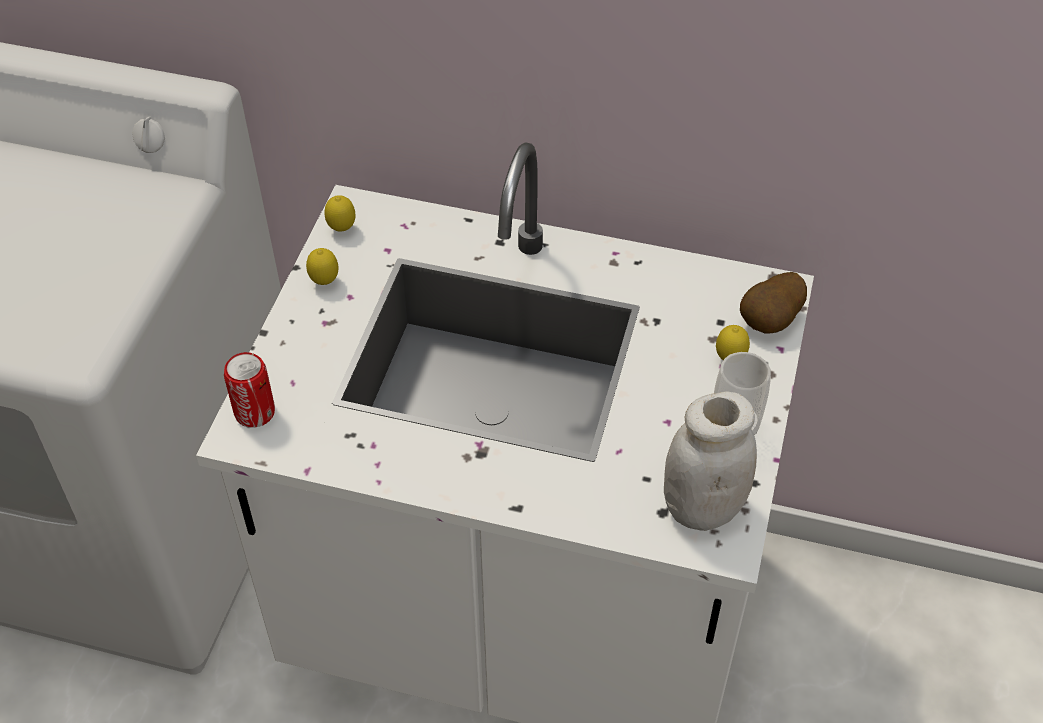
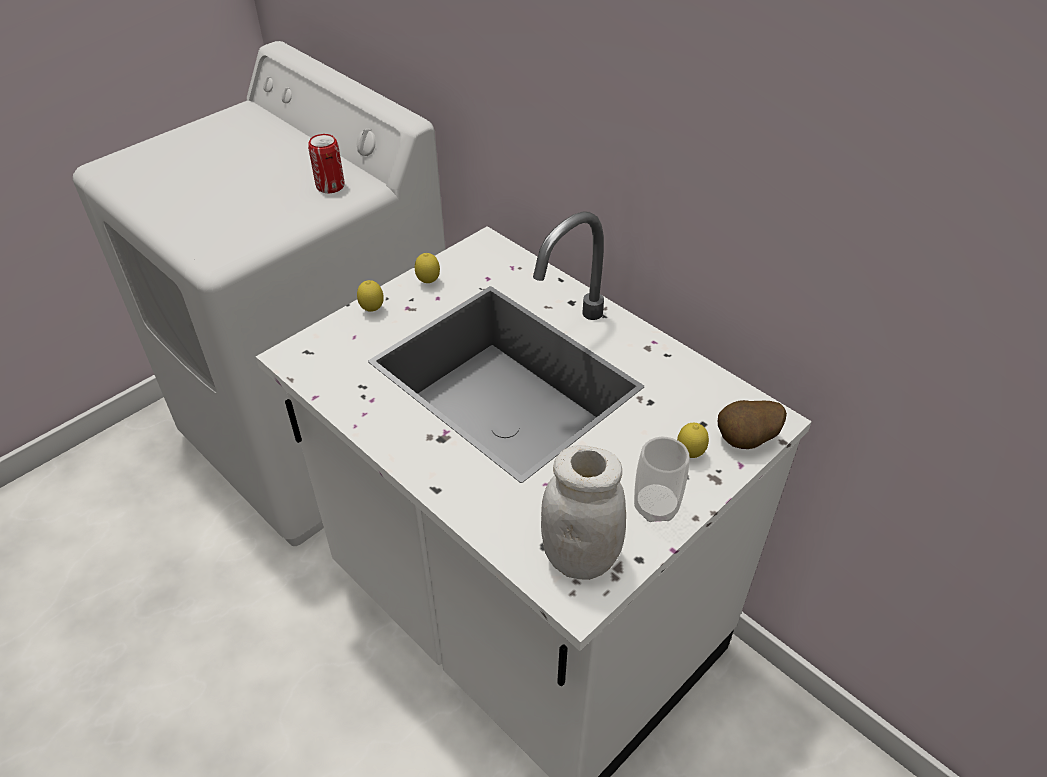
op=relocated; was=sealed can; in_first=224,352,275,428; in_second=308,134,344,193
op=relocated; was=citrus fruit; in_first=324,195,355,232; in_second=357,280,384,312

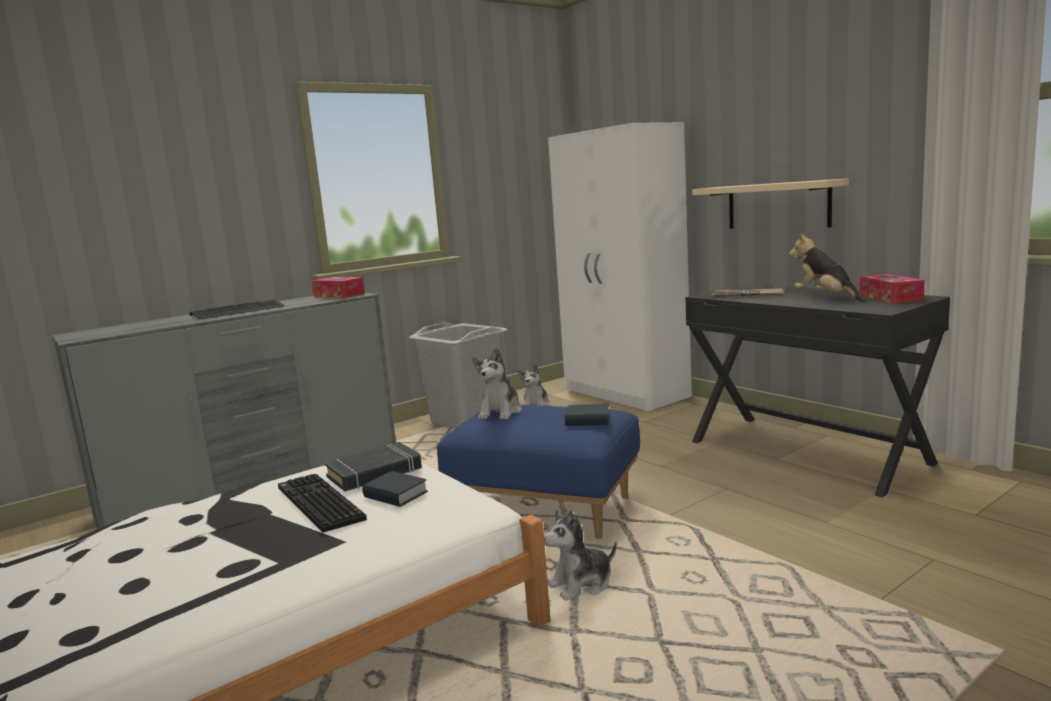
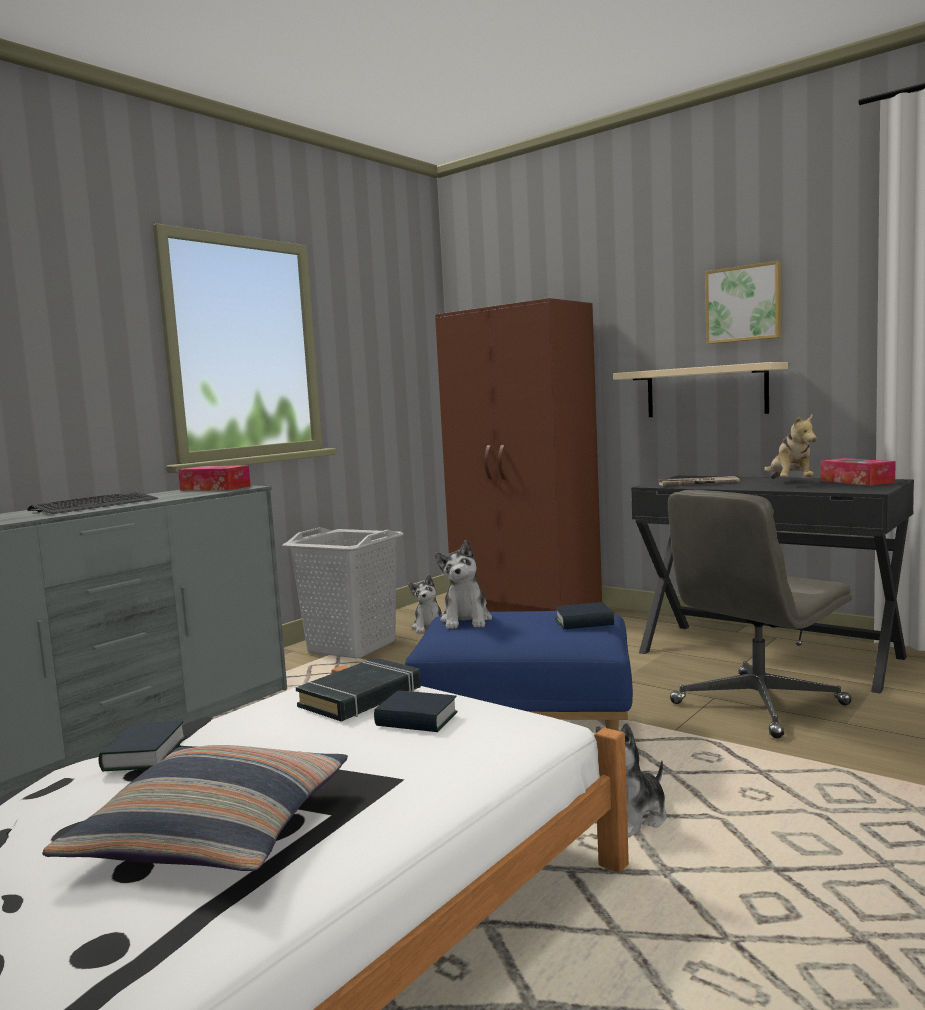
op=missing; was=PC keyboard; in_first=278,474,367,532
op=appeared; now=cushion; in_second=42,745,348,871
op=appeared; now=volume; in_second=98,721,187,771
op=appeared; now=greyish office chair; in_second=668,490,852,738
op=appeared; now=wall picture; in_second=705,261,781,344
op=colour; was=whitish wardrobe; now=brown-coloured wardrobe; in_first=548,122,692,412; in_second=435,298,602,612
op=spun; was=cuddly toy; in_first=789,234,867,302; in_second=764,414,817,479; clockwise=-135

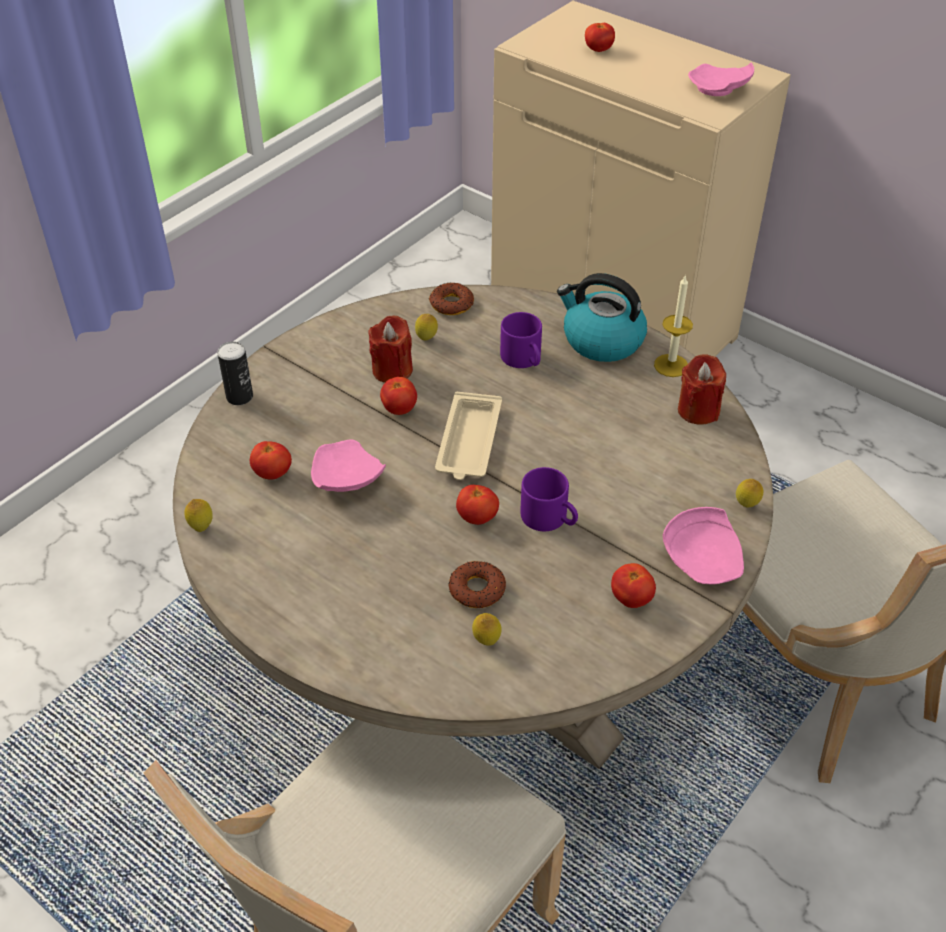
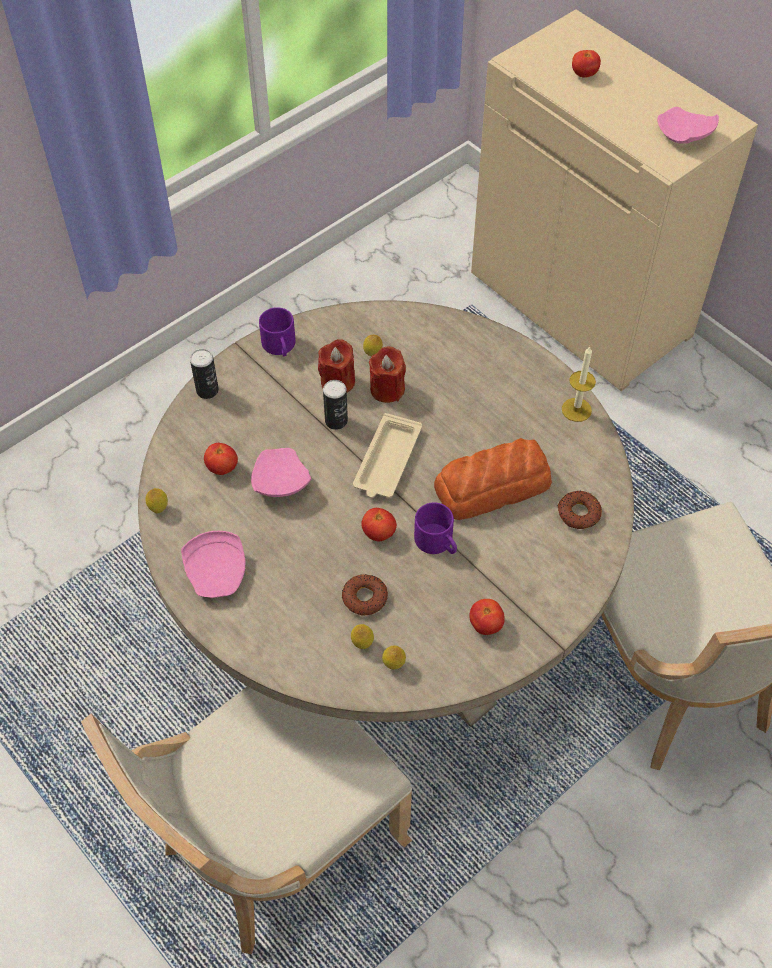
op=missing; was=tea kettle; in_first=557,273,647,362
op=appeared; now=bakery bread; in_second=434,438,552,520
op=relocated; was=donut; in_first=428,282,474,315; in_second=557,491,602,529
op=relocated; was=purple mug; in_first=500,312,542,368; in_second=259,307,296,356
op=relocated; was=pinkish dinner plate; in_first=663,507,744,584; in_second=181,531,246,598
op=relocated; was=red-coloured wax candle; in_first=678,354,726,425; in_second=369,346,406,403
op=relocated; was=citrus fruit; in_first=736,479,764,507; in_second=382,646,406,669
op=exchanged; was=whole tomato; now=sealed can; in_first=380,377,417,415; in_second=323,380,348,430

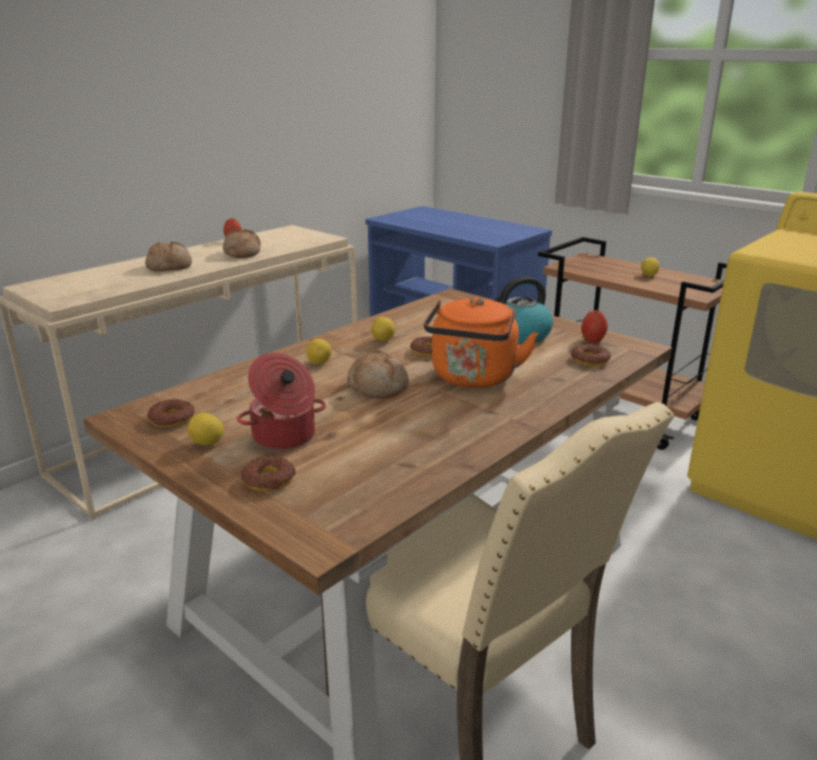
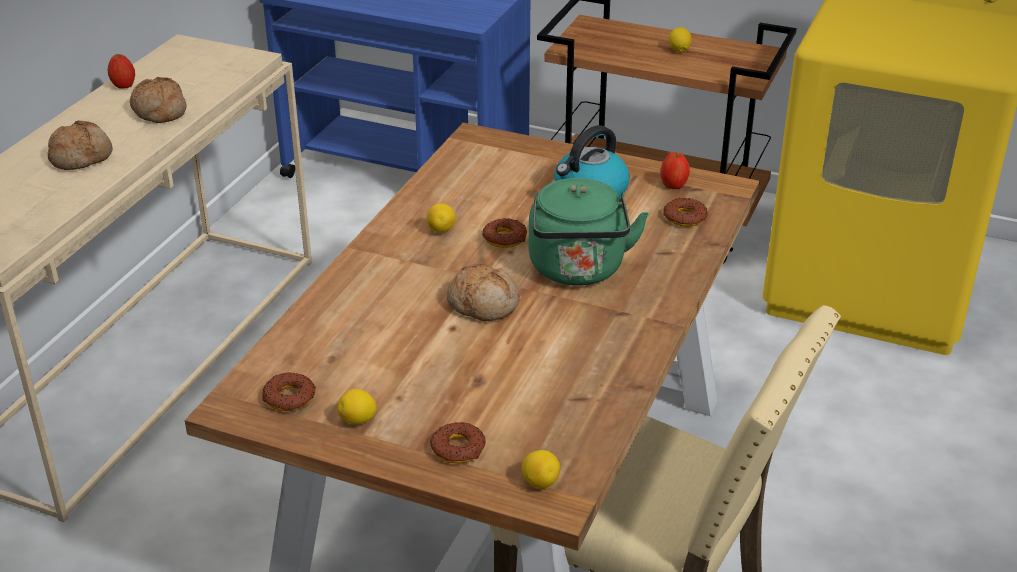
op=missing; was=cooking pot; in_first=237,353,326,450
op=relocated; was=citrus fruit; in_first=306,339,332,364; in_second=522,450,560,488
op=colour; was=orange tea kettle; now=green tea kettle; in_first=424,297,538,388; in_second=529,178,649,286

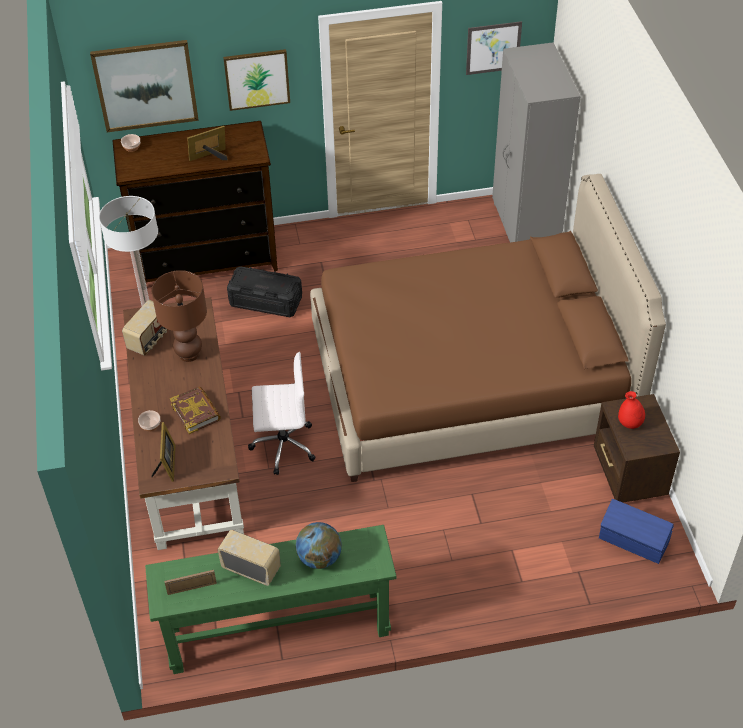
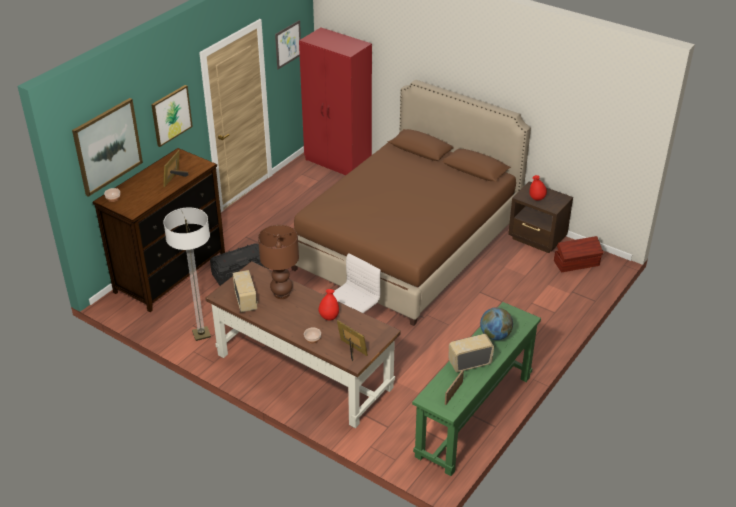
op=exchanged; was=volume; now=red-coloured vase; in_first=170,386,221,434; in_second=319,289,339,321
op=colour; was=greyish wardrobe; now=red-coloured wardrobe; in_first=492,42,581,242; in_second=299,27,372,175
op=colour; was=blue storage container; now=brown-coloured storage container; in_first=599,498,674,564; in_second=554,236,603,272

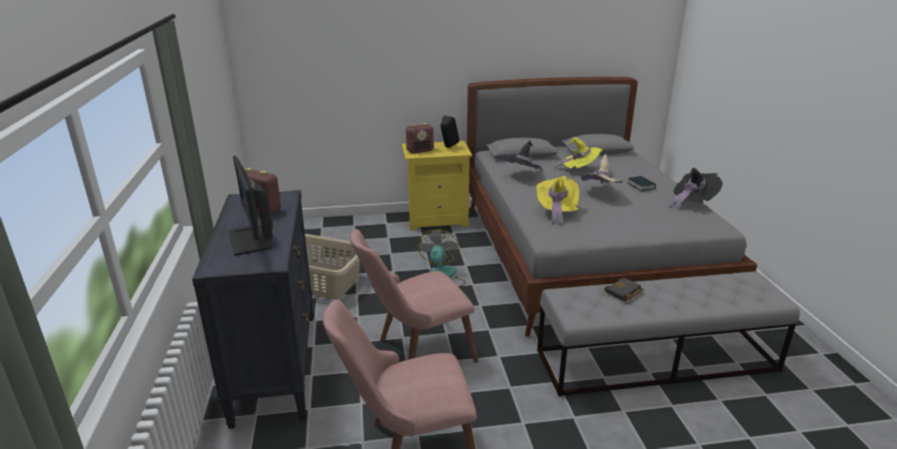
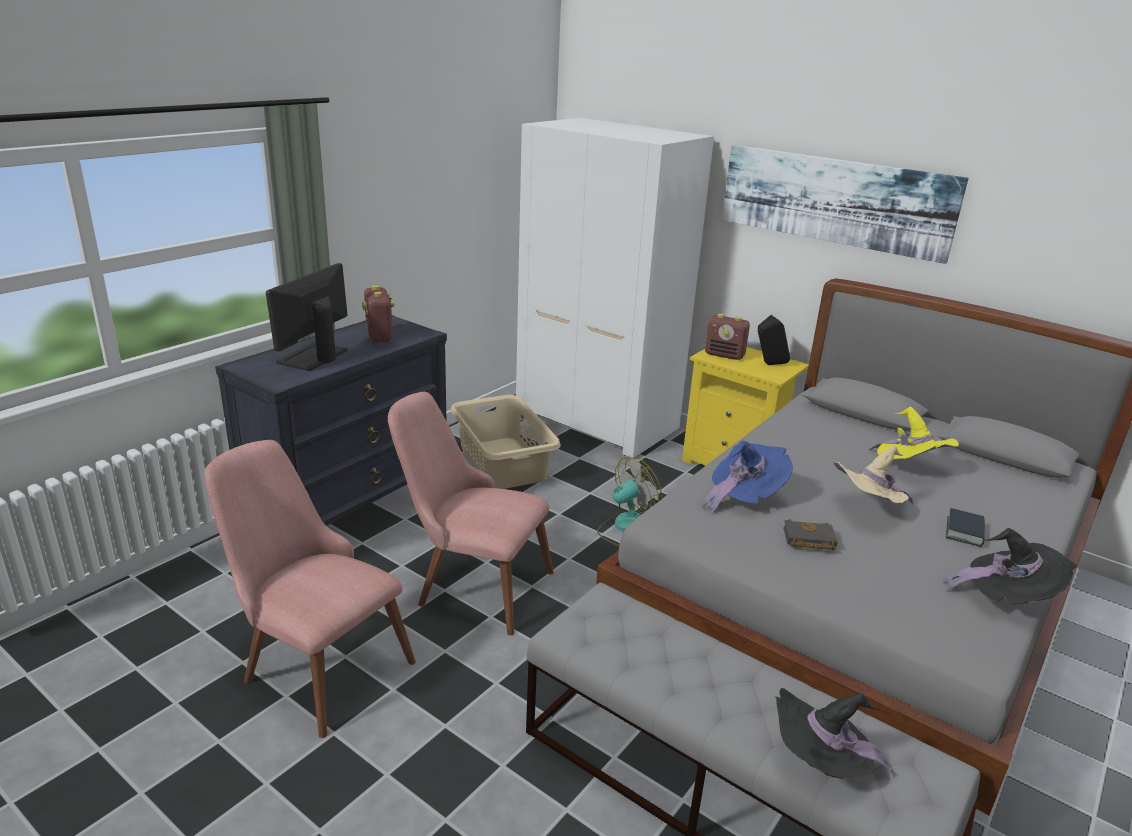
op=appeared; now=whitish wardrobe; in_second=516,118,714,459
op=appeared; now=wall picture; in_second=722,145,969,264
op=relocated; was=blackish wearable hat; in_first=502,140,542,171; in_second=775,688,895,780
op=relocated; was=blackish volume; in_first=604,278,643,301; in_second=783,519,838,550
op=colour; was=yellow-coloured wearable hat; now=blue wearable hat; in_first=536,176,579,226; in_second=701,440,793,514

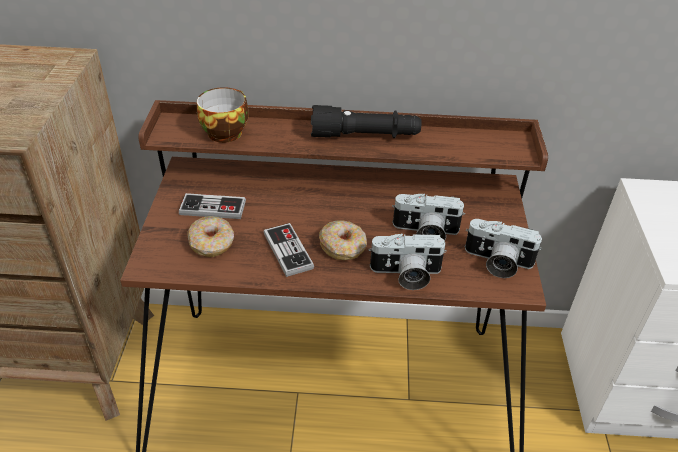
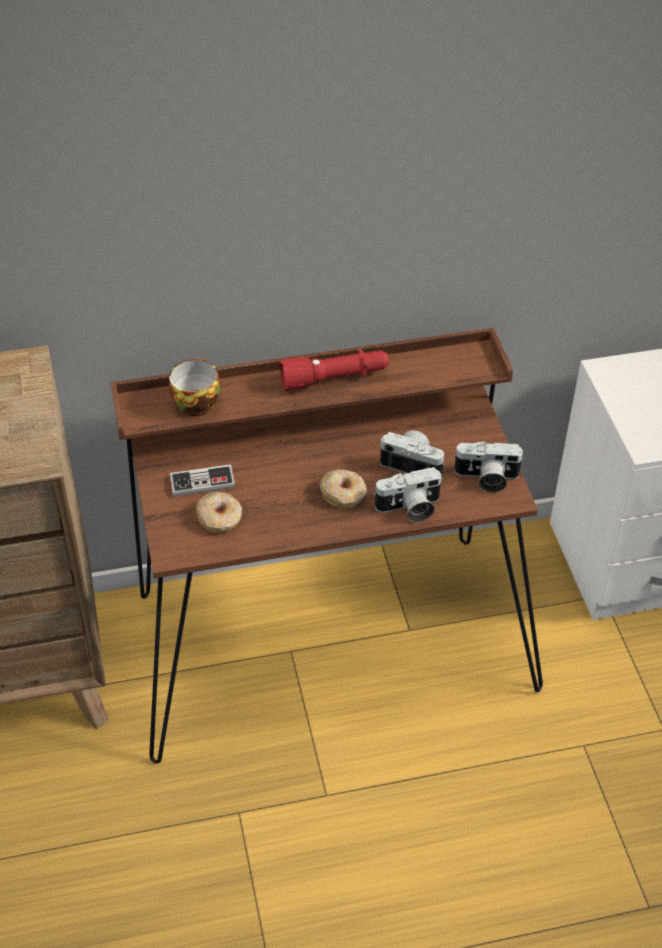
op=missing; was=game controller; in_first=264,223,314,277
op=colour; was=blackish torch; now=red-coloured torch; in_first=311,105,421,138; in_second=278,349,389,391
op=spun; was=photo camera; in_first=392,194,465,240; in_second=379,430,446,479; clockwise=-150

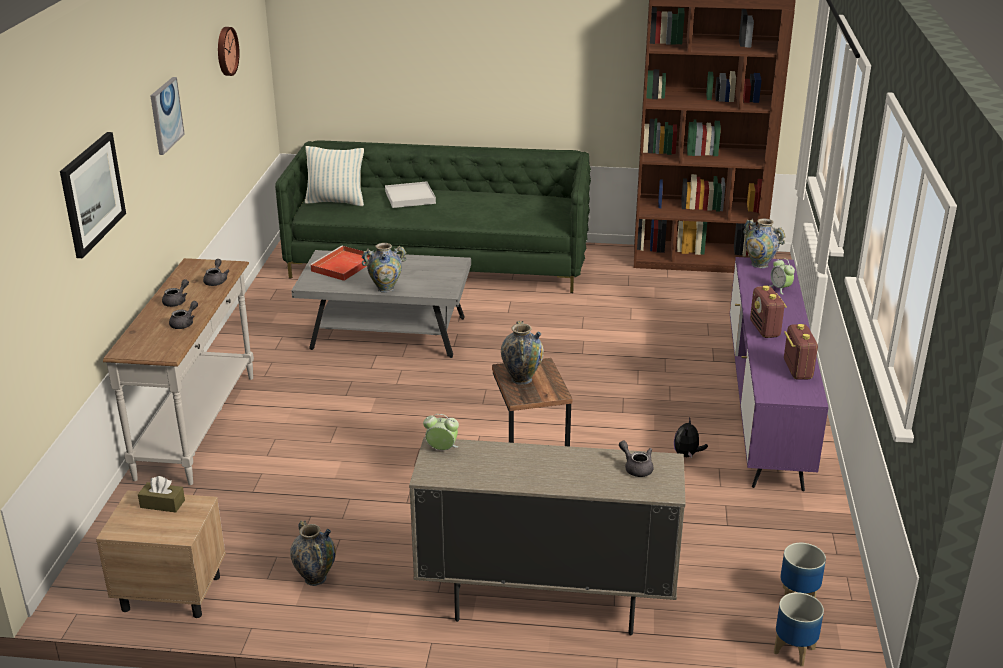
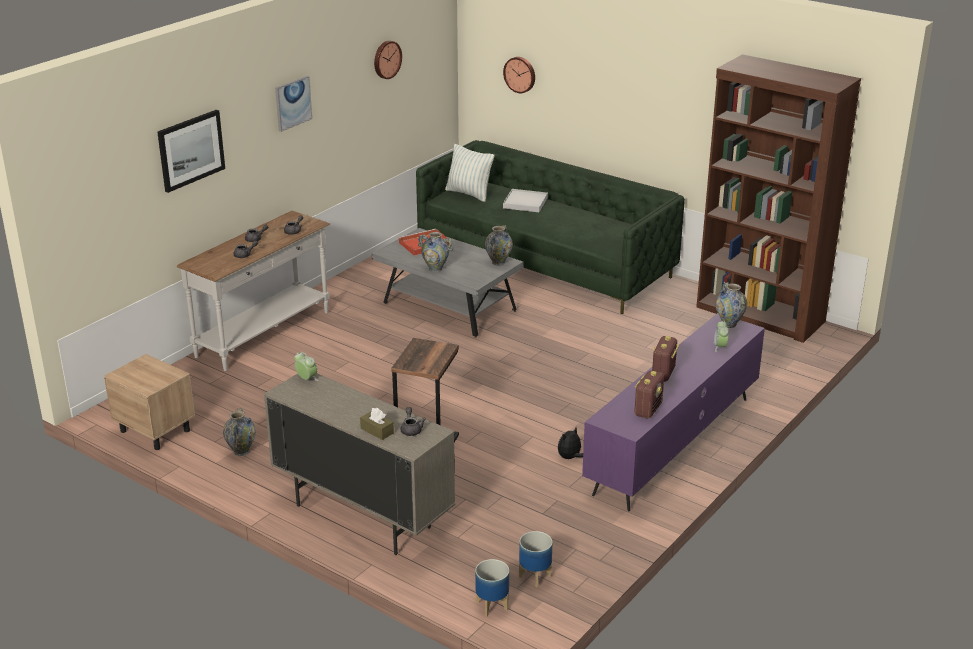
op=appeared; now=wall clock; in_second=503,57,535,93
op=relocated; was=brown-coloured box of tissues; in_first=138,476,185,513; in_second=360,408,394,440
op=relocated; was=vase; in_first=501,320,544,385; in_second=485,225,513,266

